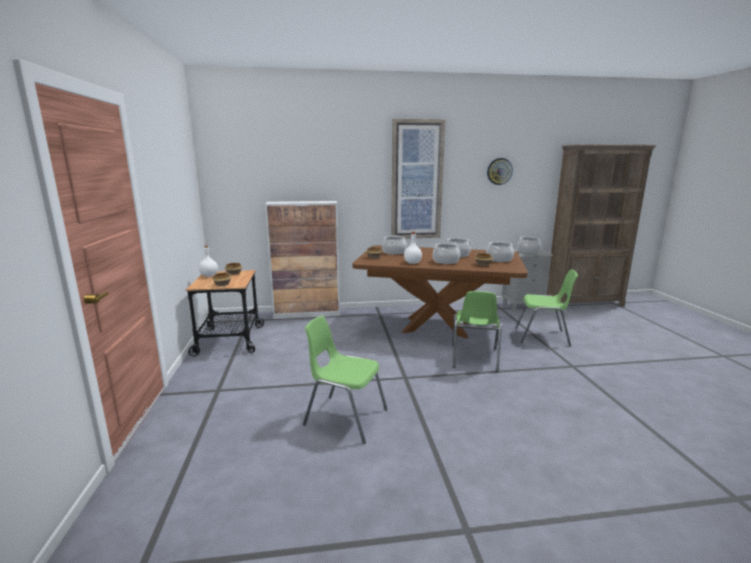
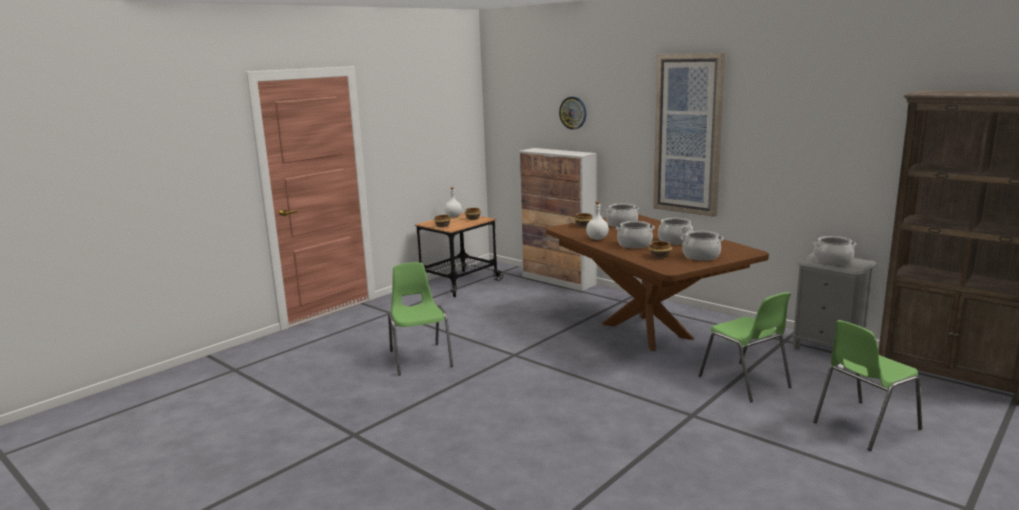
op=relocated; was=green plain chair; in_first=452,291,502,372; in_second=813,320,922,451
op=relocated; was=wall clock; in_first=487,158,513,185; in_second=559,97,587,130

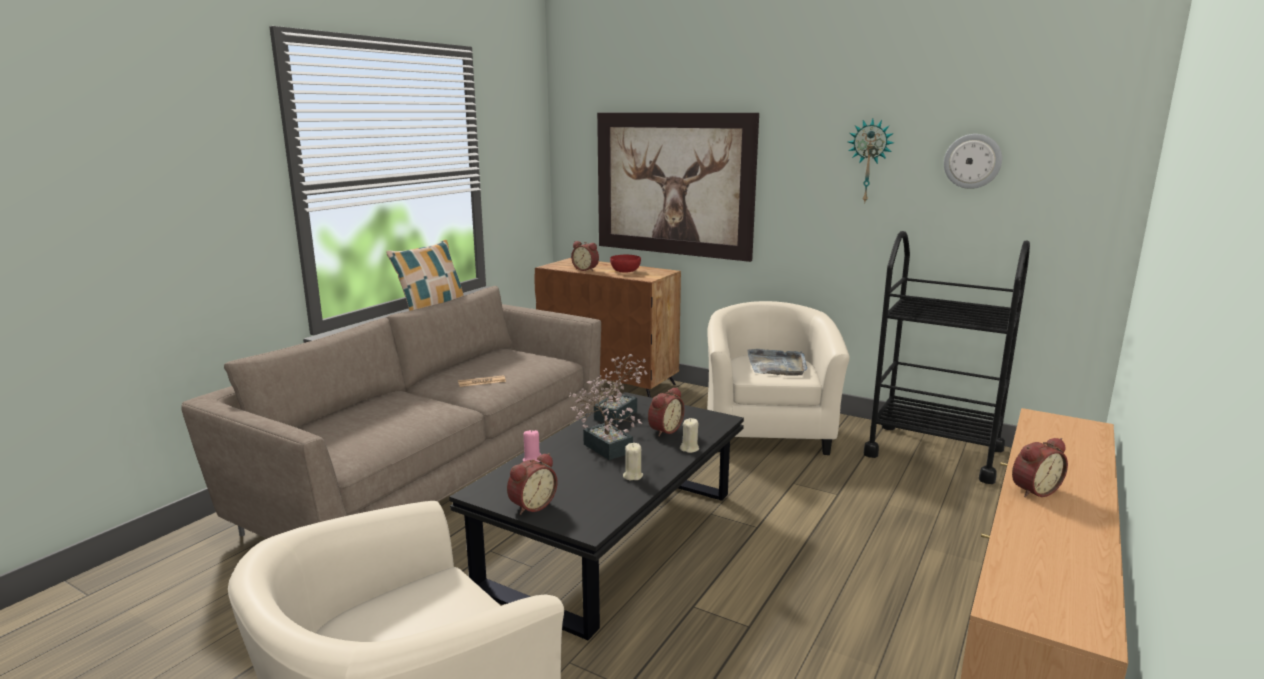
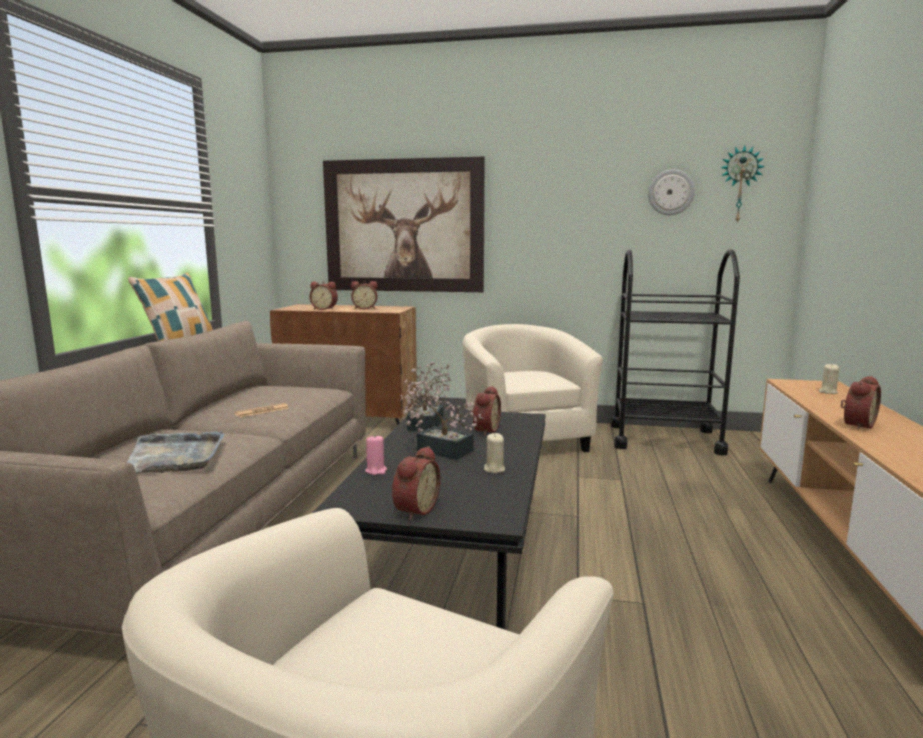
op=relocated; was=beige-coloured wax candle; in_first=680,418,699,453; in_second=819,364,839,394
op=relocated; was=greyish serving tray; in_first=747,349,807,376; in_second=127,431,225,473
op=relocated; was=wall clock; in_first=848,118,894,202; in_second=720,145,765,224
op=exchanged; was=red-coloured deep dish; now=alarm clock; in_first=610,255,641,273; in_second=351,281,378,309

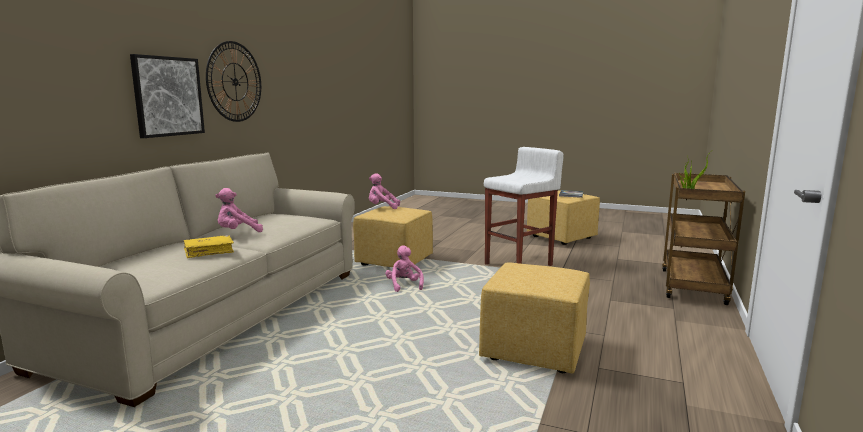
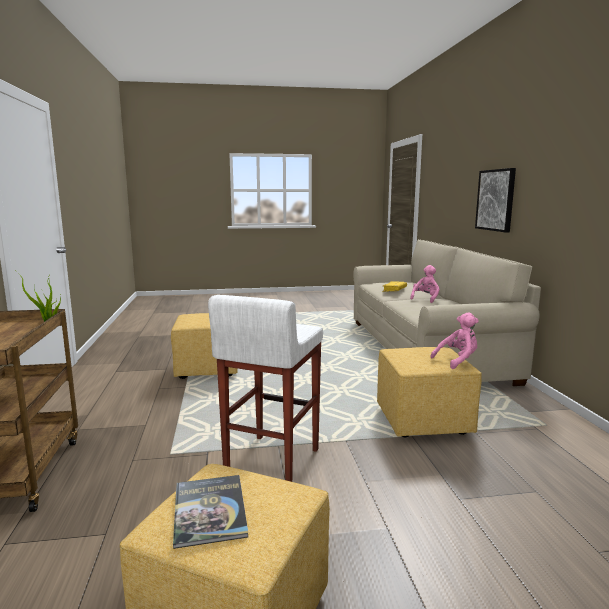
op=missing; was=wall clock; in_first=206,41,261,122
op=missing; was=pinkish cuddly toy; in_first=385,245,424,292

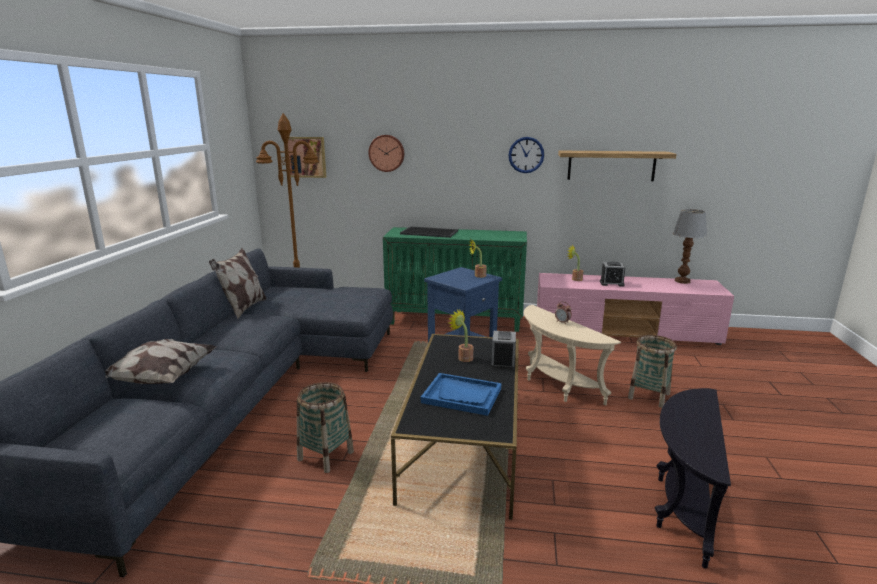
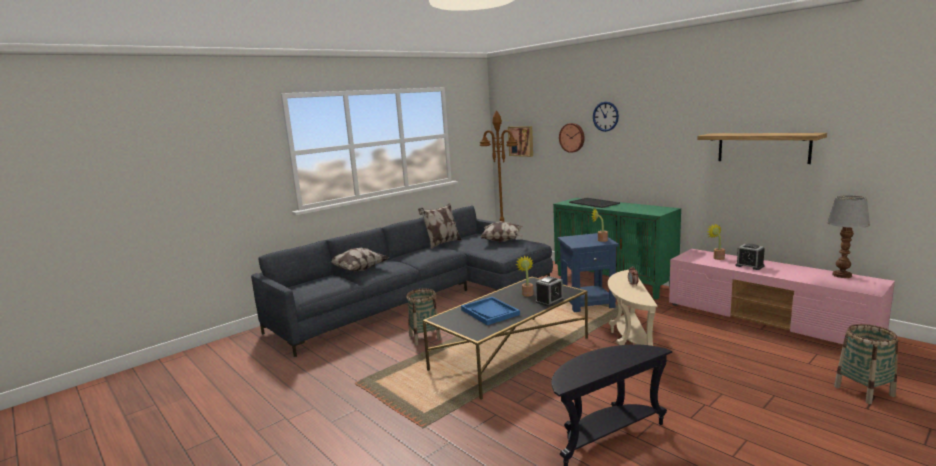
op=appeared; now=cushion; in_second=480,221,523,242
op=relocated; was=wall clock; in_first=509,137,544,173; in_second=593,102,619,132
op=relocated; was=household basket; in_first=628,335,677,408; in_second=834,324,898,404

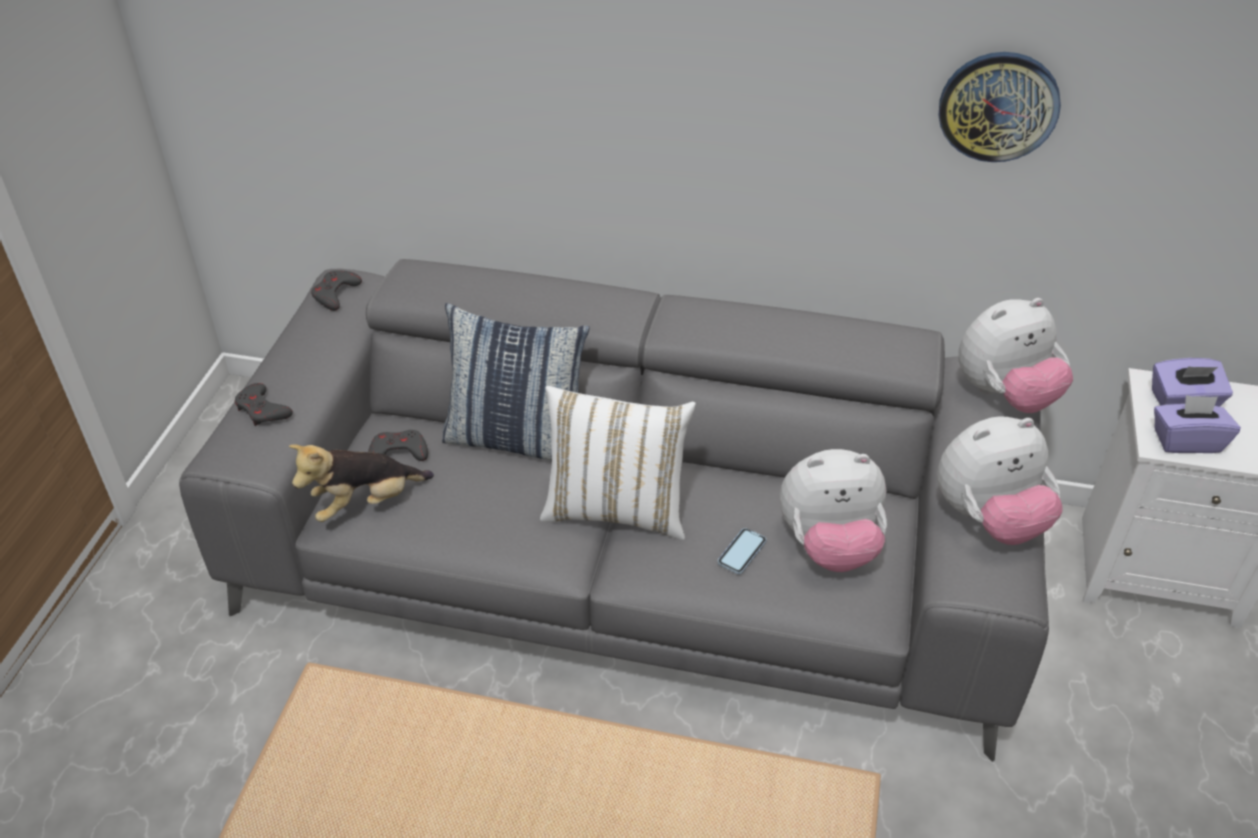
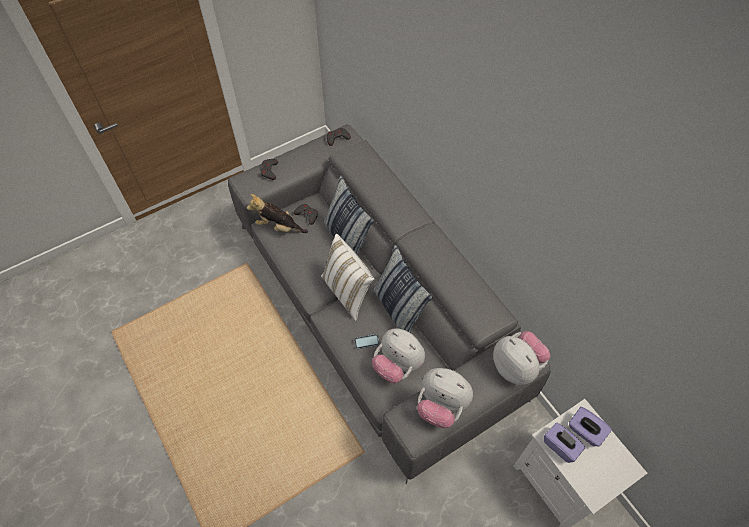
op=missing; was=wall clock; in_first=938,52,1061,162
op=appeared; now=cushion; in_second=373,244,433,333
op=spun; was=cuddly toy; in_first=958,298,1073,413; in_second=493,331,550,385; clockwise=-150

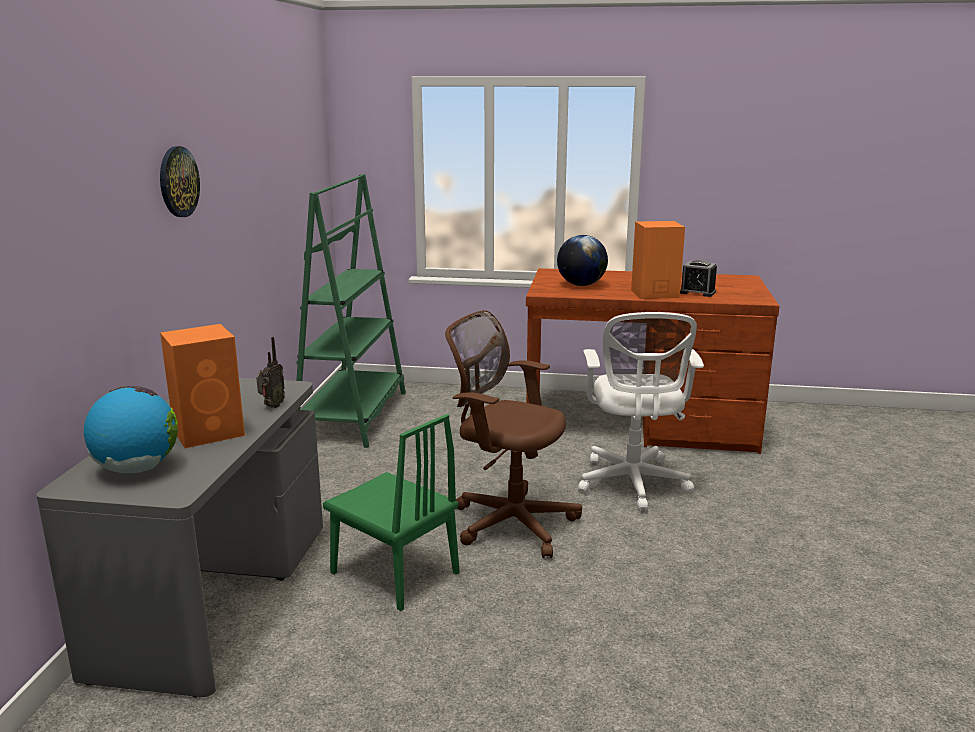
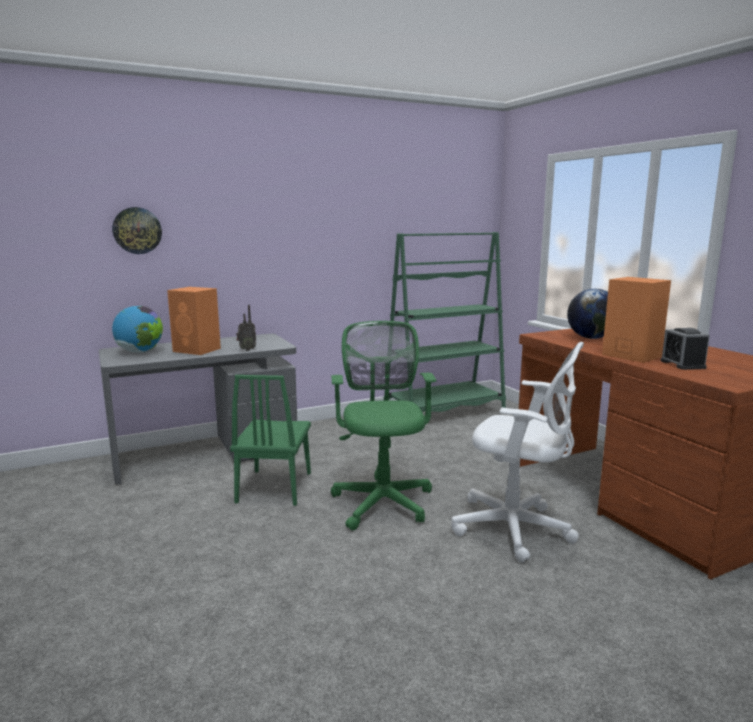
op=relocated; was=wall clock; in_first=160,146,200,217; in_second=112,207,162,254
op=colour; was=brown-coloured office chair; now=green office chair; in_first=445,310,582,558; in_second=331,321,436,531
op=spun; was=whitish office chair; in_first=578,312,704,511; in_second=452,342,584,563; clockwise=-120

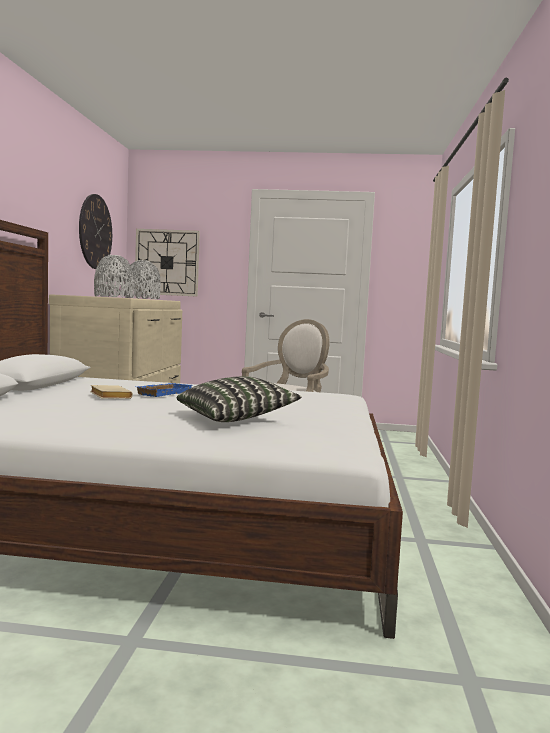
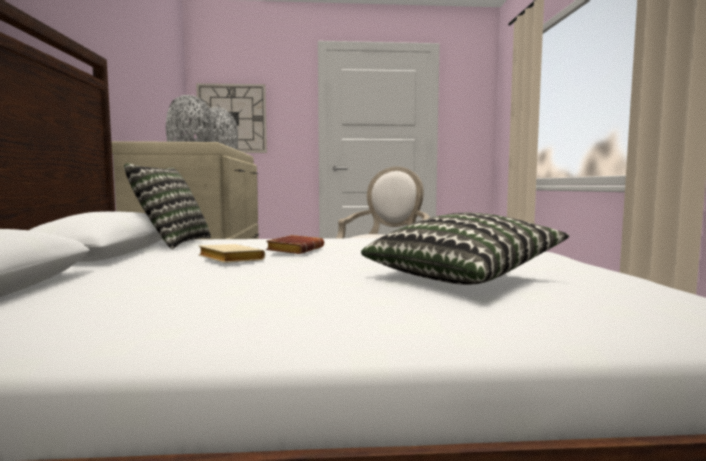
op=missing; was=wall clock; in_first=79,194,112,269
op=appeared; now=cushion; in_second=124,163,211,249
op=exchanged; was=blue serving tray; now=brown-coloured volume; in_first=137,383,193,397; in_second=266,235,324,254

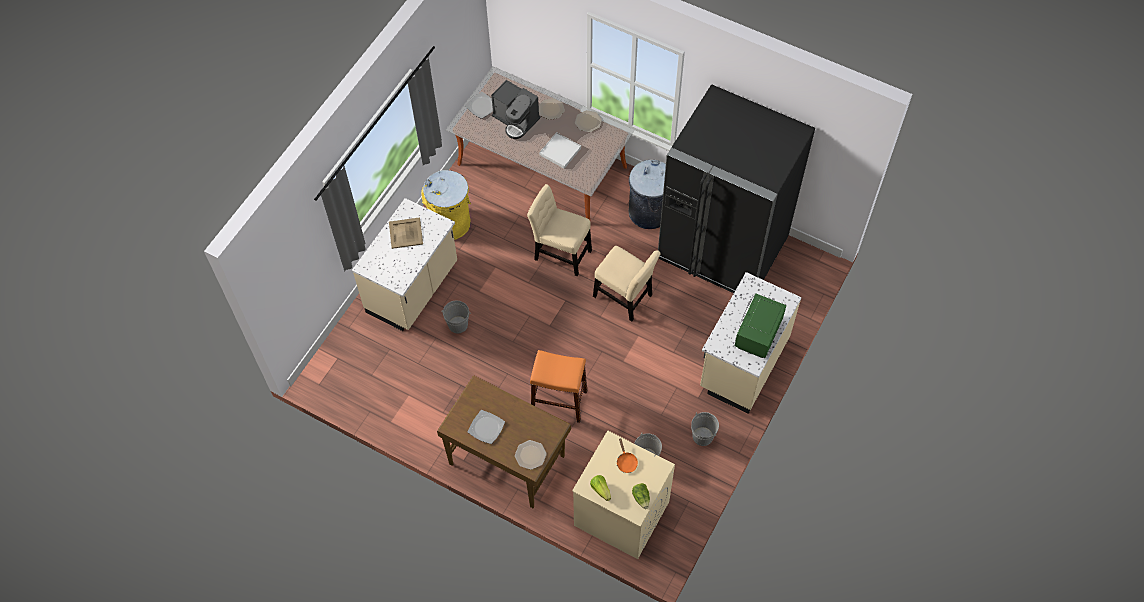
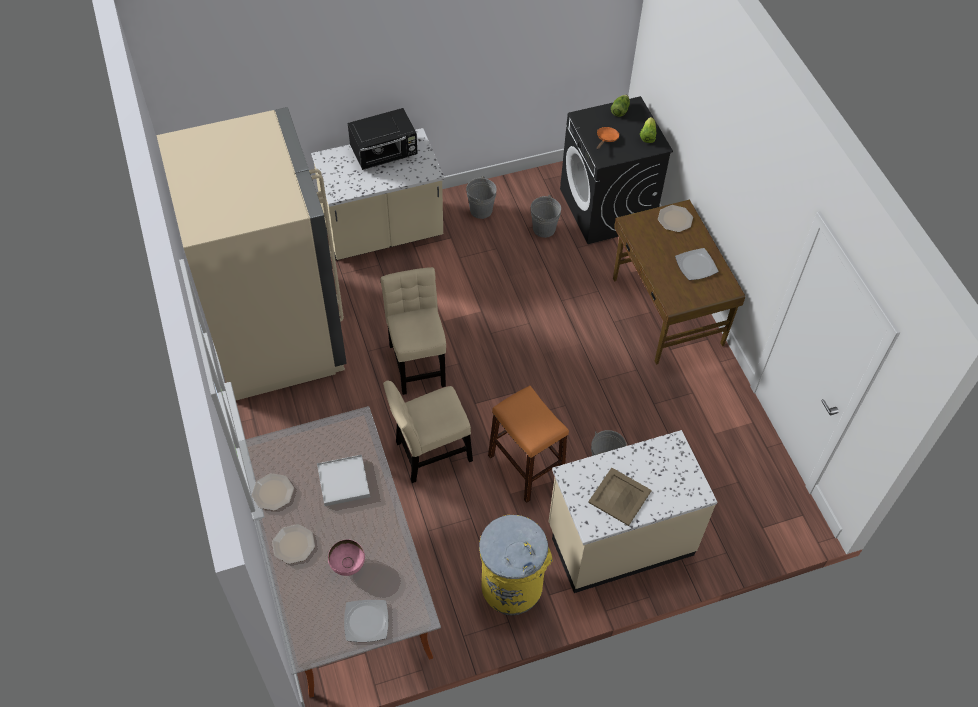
op=missing; was=greyish waste bin; in_first=629,160,666,229
op=relocated; was=orange stool seat; in_first=530,350,587,423; in_second=488,385,569,503
op=exchanged; was=coffee brewer; now=pinkish deep dish; in_first=491,80,541,139; in_second=328,540,365,576
op=colour; was=beige-coloured laundry appliance; now=blackish laundry appliance; in_first=572,431,675,559; in_second=560,96,673,244
op=colour; was=blackish refrigerator; now=beige-coloured refrigerator; in_first=658,84,815,293; in_second=156,107,347,400
op=colour; was=green microwave oven; now=blackish microwave oven; in_first=735,293,787,358; in_second=348,108,418,170
op=spun; was=beige-coloured plain chair; in_first=527,184,592,276; in_second=383,381,473,483; clockwise=90

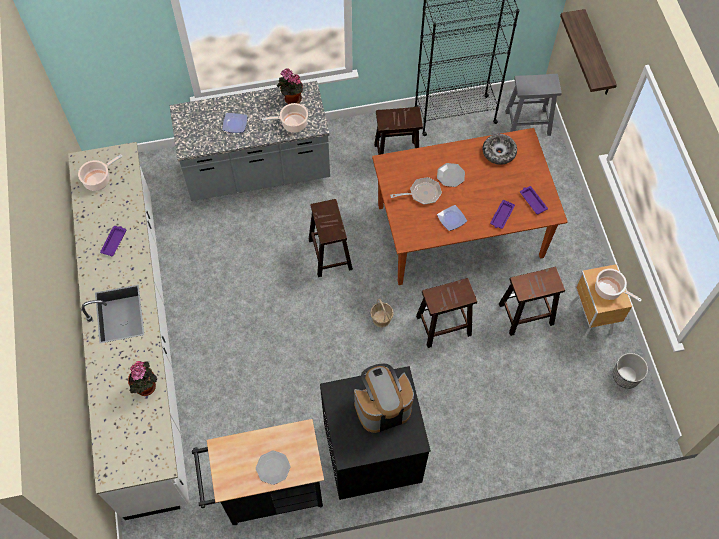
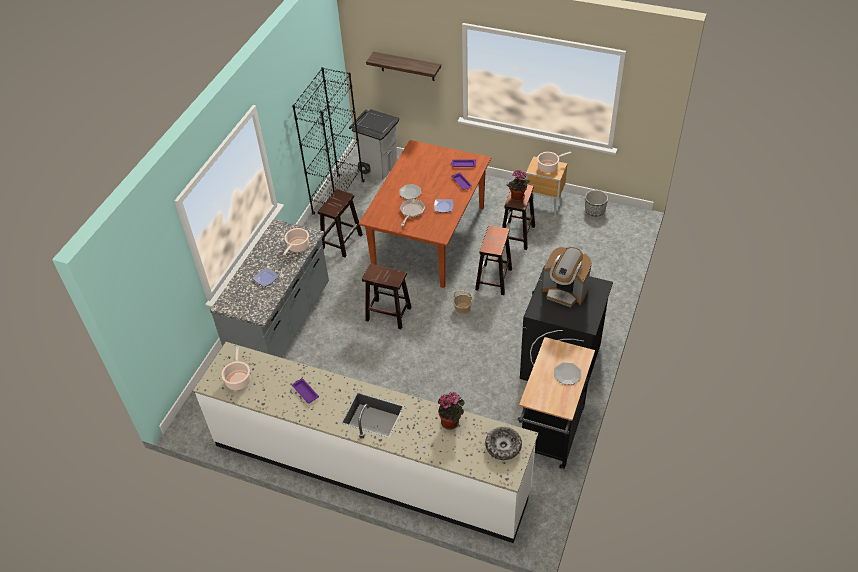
op=relocated; was=houseplant; in_first=277,68,303,104; in_second=507,170,530,201
op=relocated; was=deep dish; in_first=483,134,517,165; in_second=485,427,522,460
op=exchanged; was=greyish stool seat; now=greyish waste bin; in_first=505,74,562,136; in_second=349,109,399,179
op=spun; was=coffee brewer; in_first=354,364,414,433; in_second=543,247,592,307; clockwise=-75

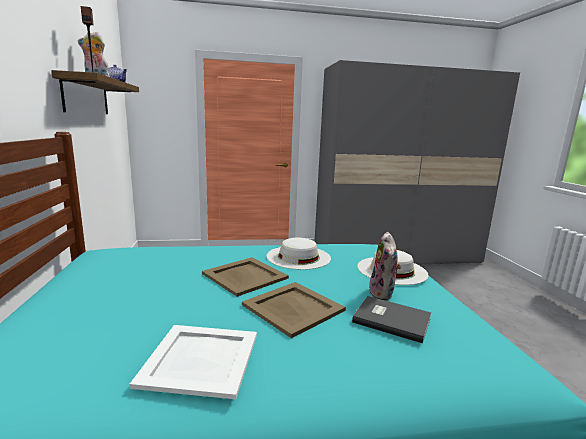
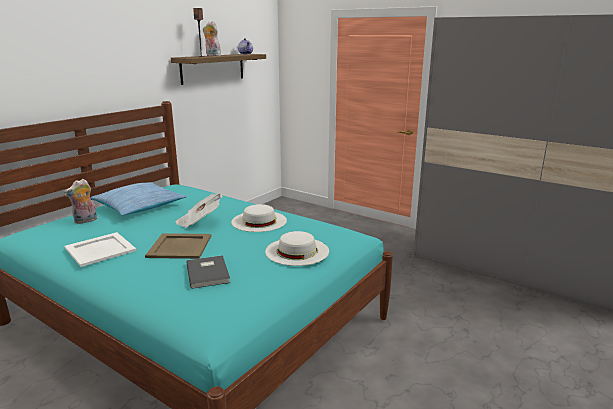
op=appeared; now=cushion; in_second=90,182,187,216
op=relocated; was=cuddly toy; in_first=368,232,401,300; in_second=64,179,97,224
op=exchanged; was=beige-coloured serving tray; now=newspaper; in_first=202,257,289,297; in_second=175,193,223,228

